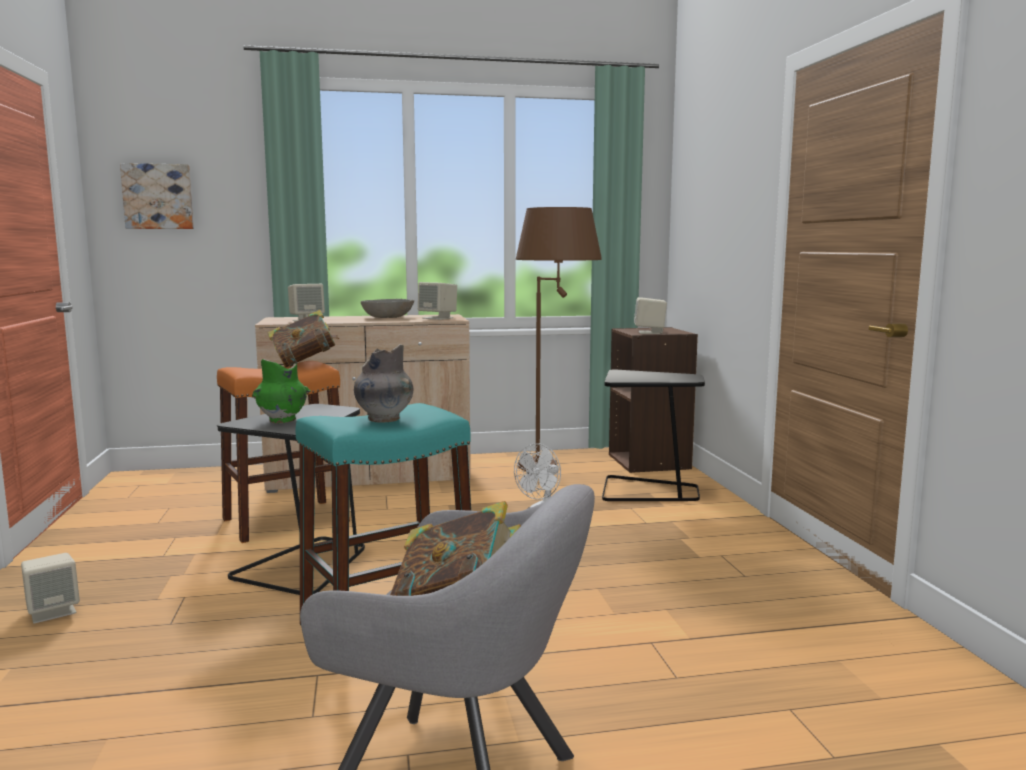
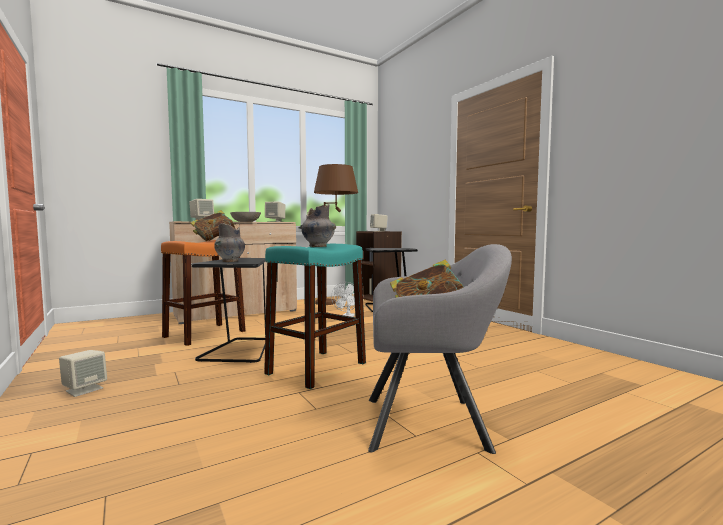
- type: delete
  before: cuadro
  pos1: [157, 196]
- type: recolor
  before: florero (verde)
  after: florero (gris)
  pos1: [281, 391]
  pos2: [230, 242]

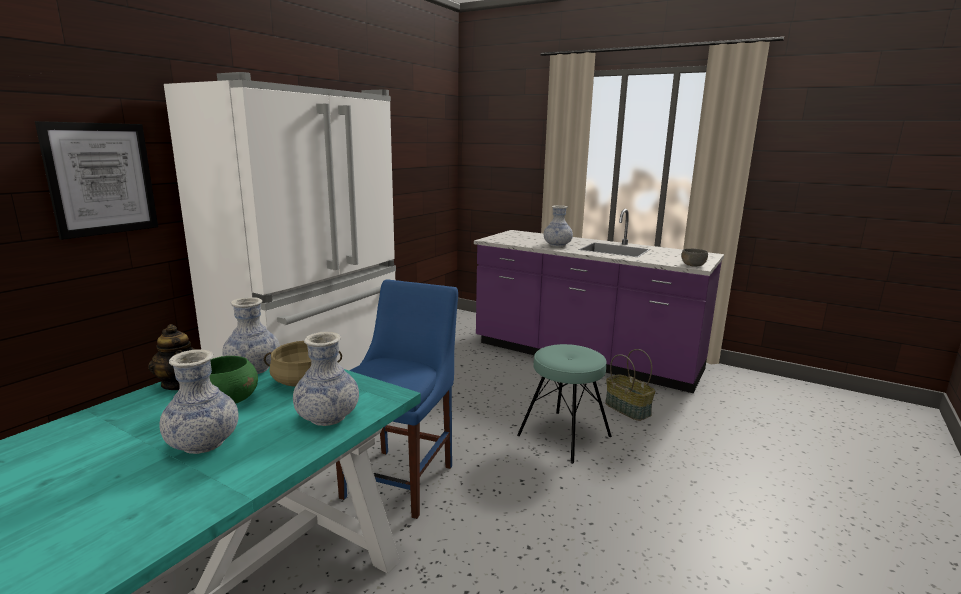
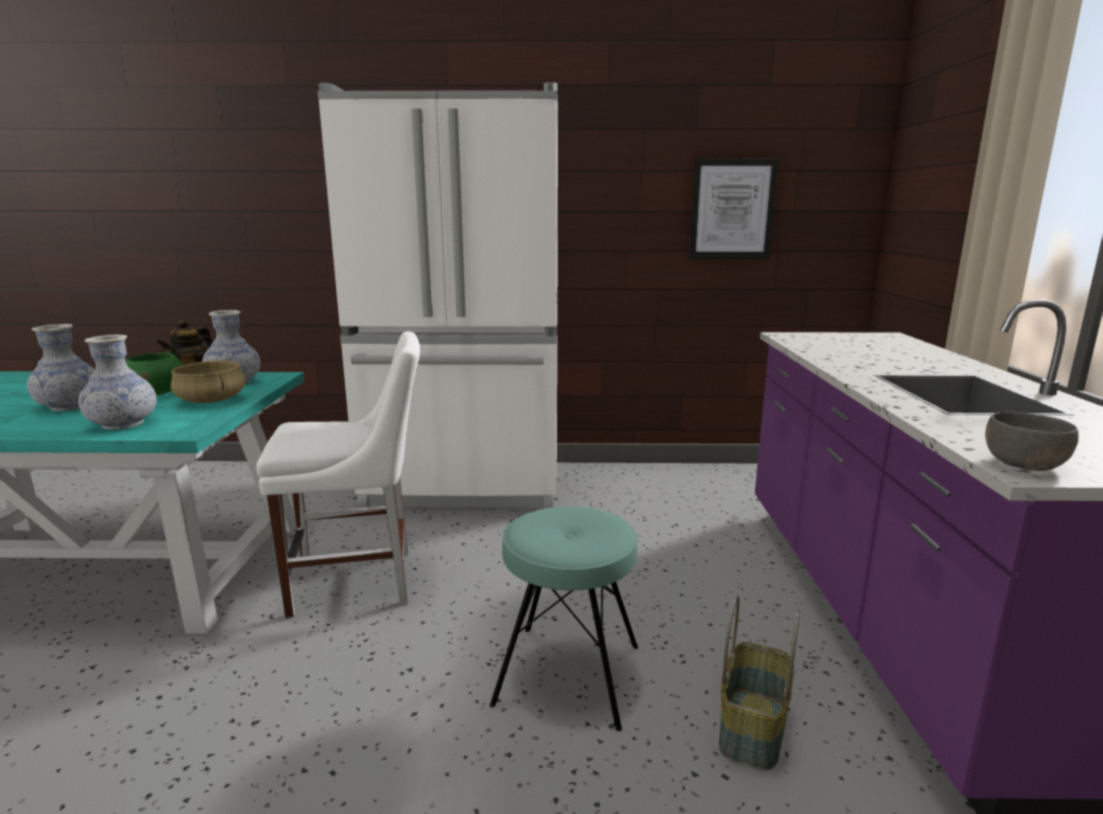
- type: move
  before: cuadro
  pos1: [96, 180]
  pos2: [734, 208]
- type: delete
  before: florero
  pos1: [558, 226]
- type: recolor
  before: silla (azul)
  after: silla (blanco)
  pos1: [397, 399]
  pos2: [338, 474]

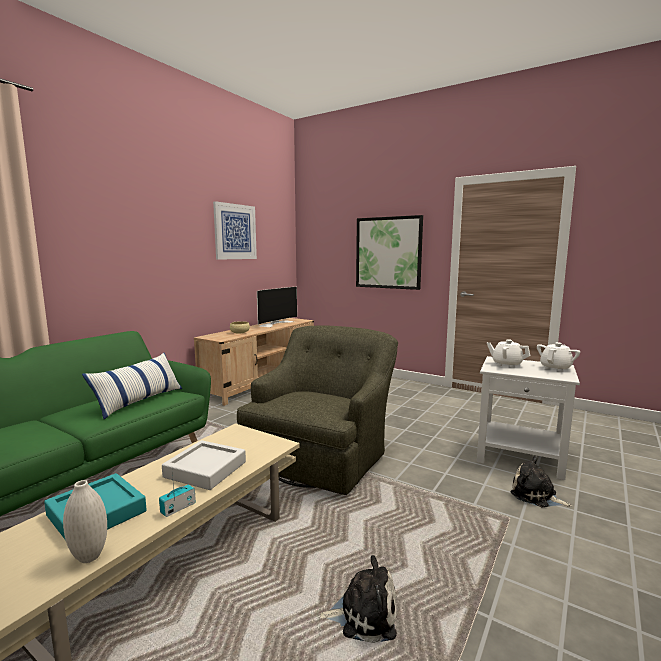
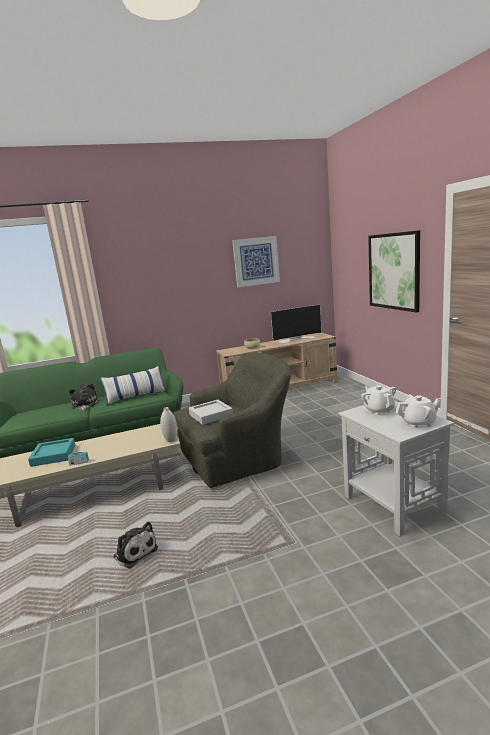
- type: move
  before: bandeja (gris)
  pos1: [204, 465]
  pos2: [211, 412]
- type: move
  before: peluche
  pos1: [541, 481]
  pos2: [83, 397]
- type: move
  before: florero (blanco)
  pos1: [85, 521]
  pos2: [168, 424]

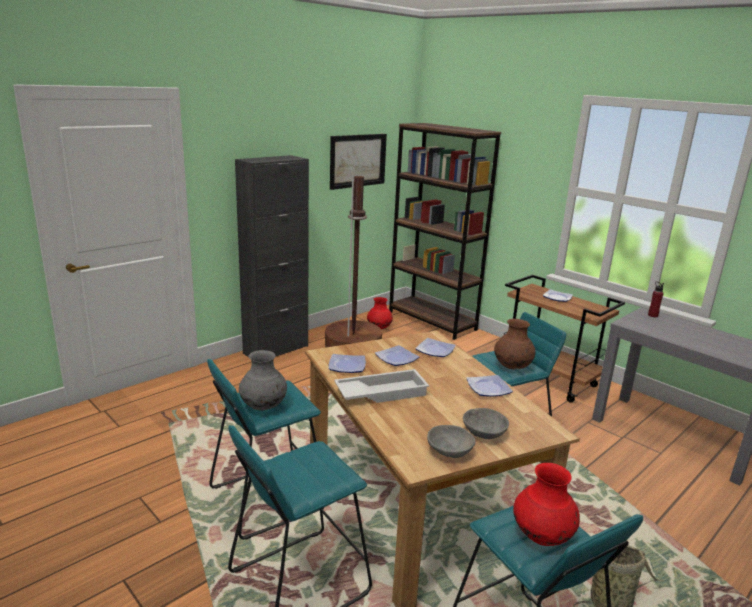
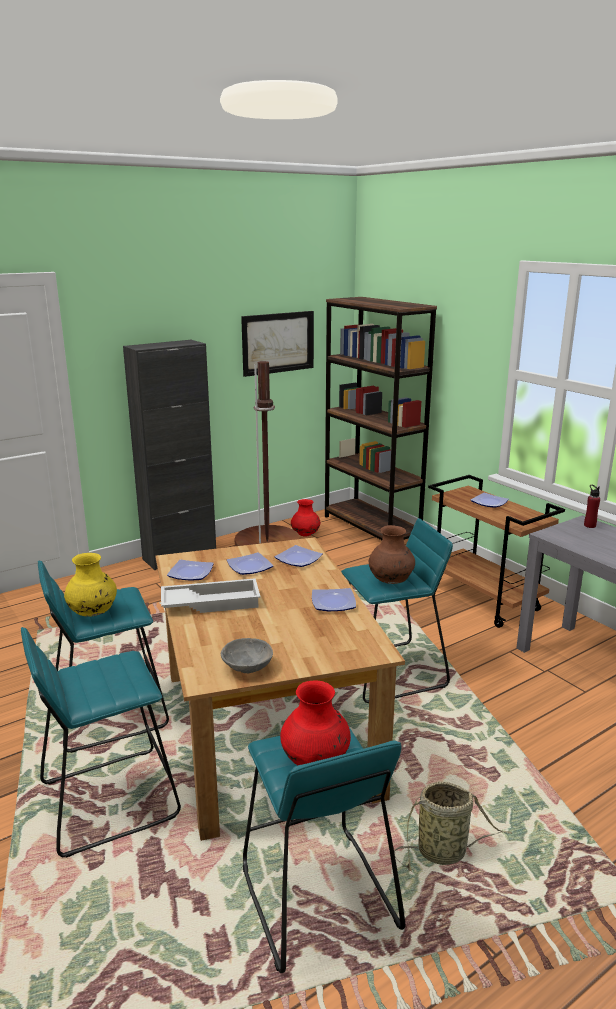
- type: recolor
  before: florero (gris)
  after: florero (amarillo)
  pos1: [263, 380]
  pos2: [90, 585]
- type: delete
  before: cuenco (gris)
  pos1: [486, 423]

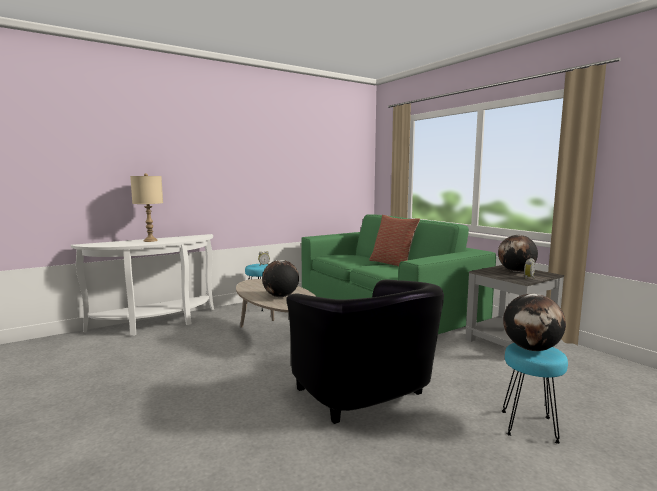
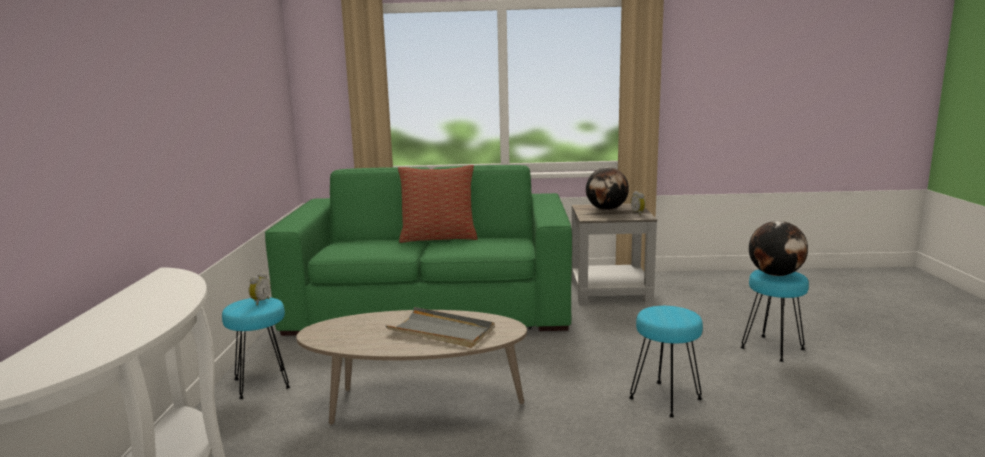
- type: delete
  before: lámpara de mesa (beis)
  pos1: [146, 207]
- type: replace
  before: globo terráqueo
  after: bandeja (gris)
  pos1: [280, 278]
  pos2: [440, 327]
- type: replace
  before: sillón (negro)
  after: taburete (turquesa)
  pos1: [365, 352]
  pos2: [666, 362]

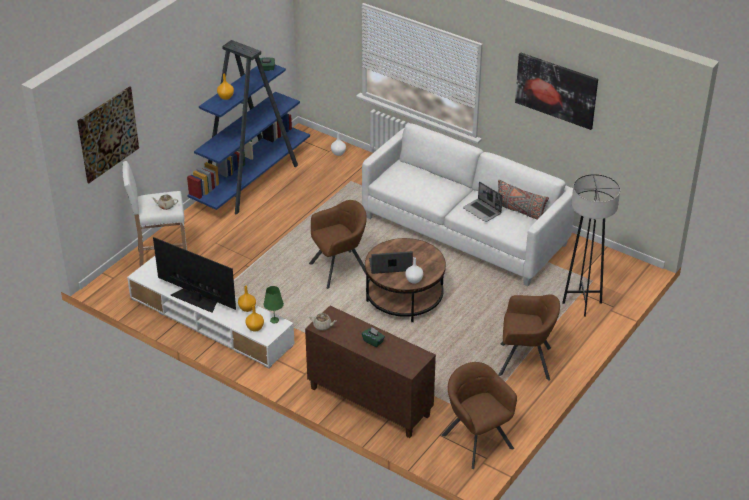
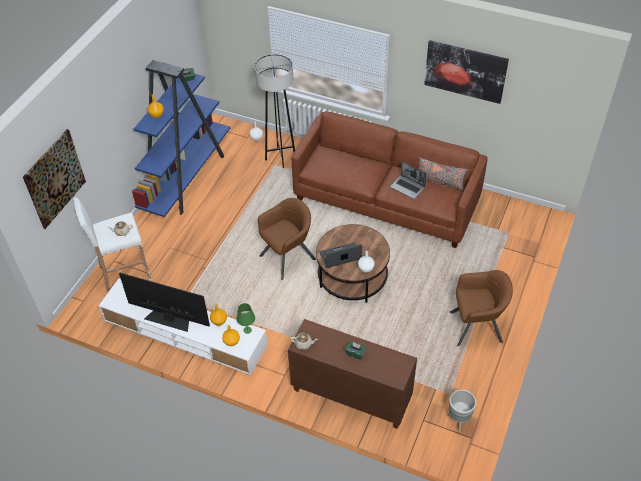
- type: recolor
  before: sofá (blanco)
  after: sofá (marrón)
  pos1: [468, 204]
  pos2: [390, 179]
- type: move
  before: lámpara de pie (gris)
  pos1: [591, 245]
  pos2: [275, 111]
- type: replace
  before: sillón (marrón)
  after: maceta (gris)
  pos1: [479, 415]
  pos2: [461, 411]

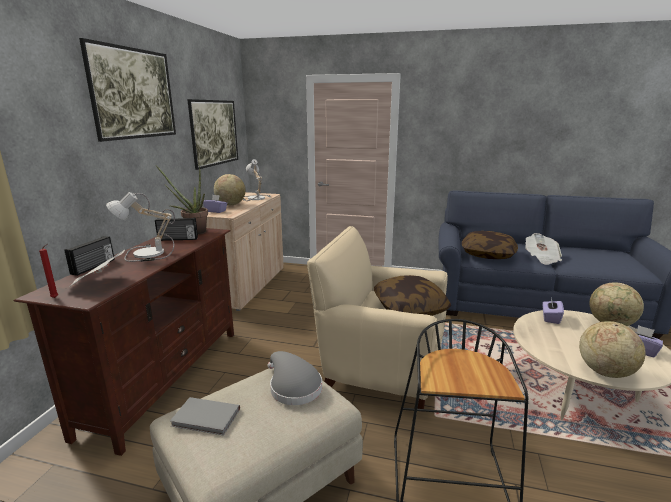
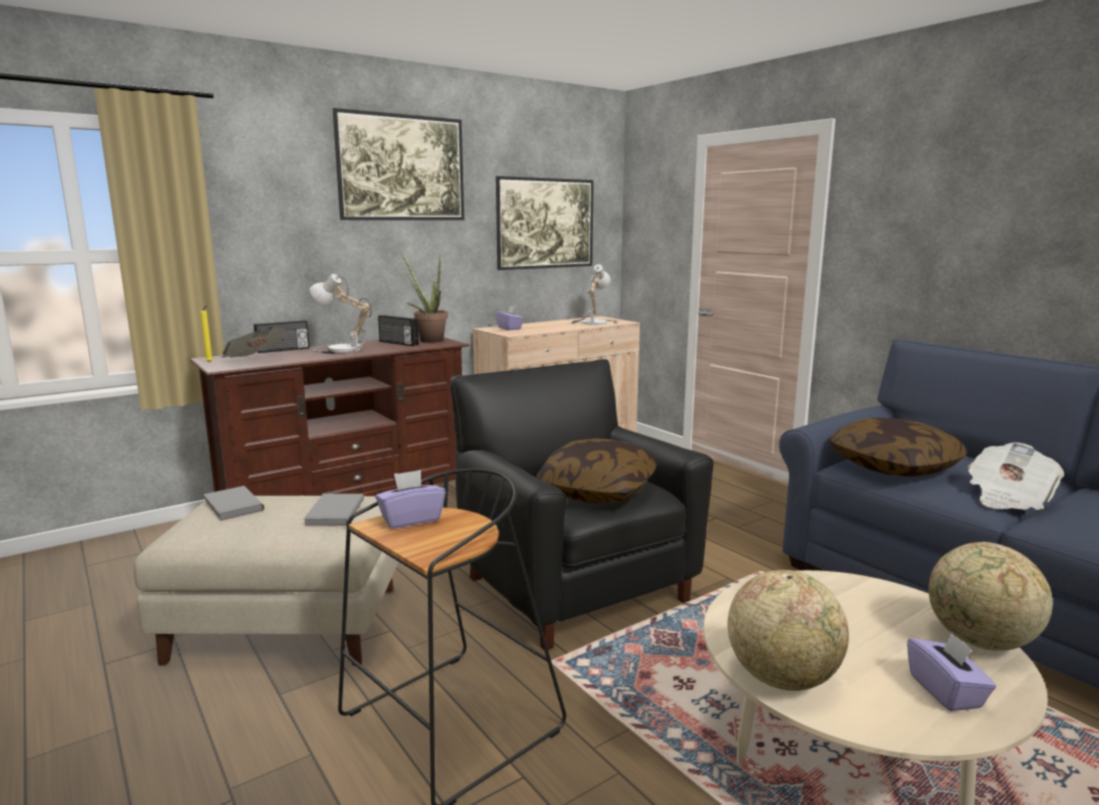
- type: delete
  before: globo terráqueo
  pos1: [230, 189]
- type: recolor
  before: sillón (beis)
  after: sillón (negro)
  pos1: [377, 317]
  pos2: [581, 504]
- type: recolor
  before: vela (rojo)
  after: vela (amarillo)
  pos1: [48, 271]
  pos2: [206, 334]
- type: move
  before: caja de pañuelos (morado)
  pos1: [553, 310]
  pos2: [410, 499]
- type: replace
  before: sombrero (gris)
  after: libro (gris)
  pos1: [294, 378]
  pos2: [334, 510]

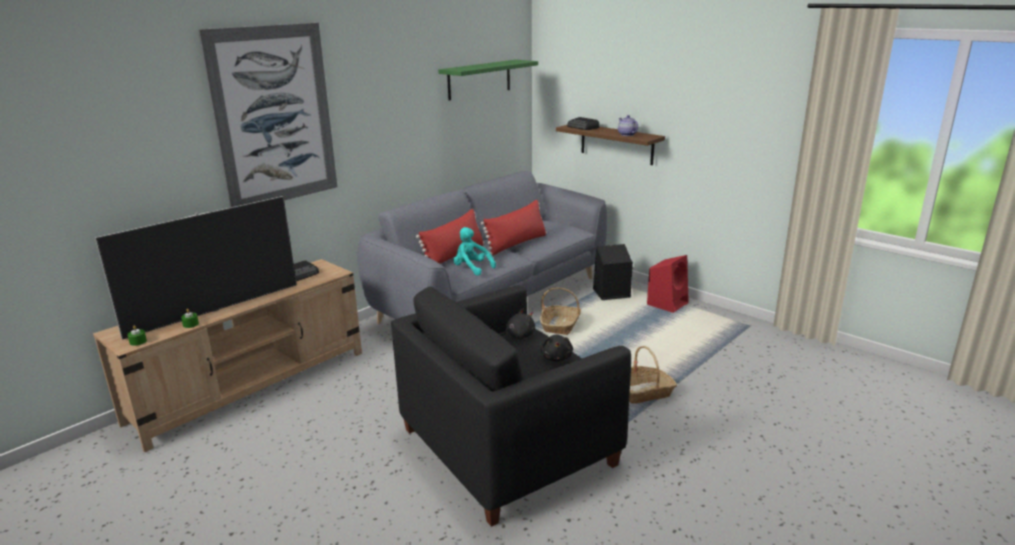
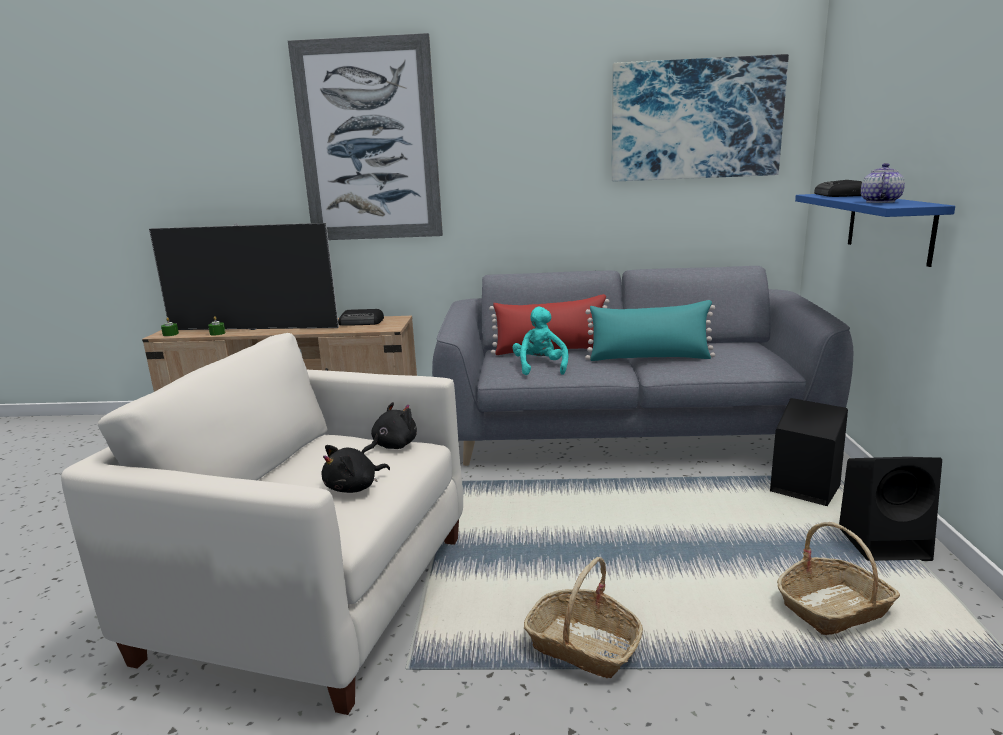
- type: replace
  before: estante (verde)
  after: cuadro
  pos1: [488, 80]
  pos2: [700, 118]
- type: recolor
  before: estante (marrón)
  after: estante (azul)
  pos1: [610, 145]
  pos2: [875, 230]
- type: recolor
  before: cojín (rojo)
  after: cojín (turquesa)
  pos1: [514, 227]
  pos2: [650, 330]
- type: recolor
  before: altavoz (rojo)
  after: altavoz (negro)
  pos1: [668, 284]
  pos2: [890, 509]
- type: recolor
  before: sillón (negro)
  after: sillón (blanco)
  pos1: [511, 406]
  pos2: [262, 524]
- type: move
  before: cesta
  pos1: [560, 311]
  pos2: [838, 578]
- type: rotate
  before: peluche (negro)
  pos1: [517, 323]
  pos2: [389, 427]
  turn: -75

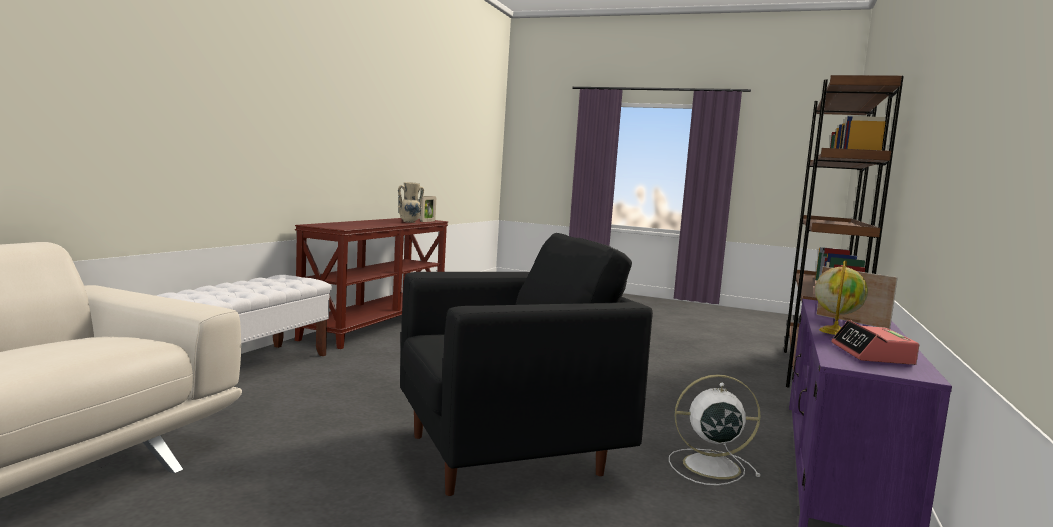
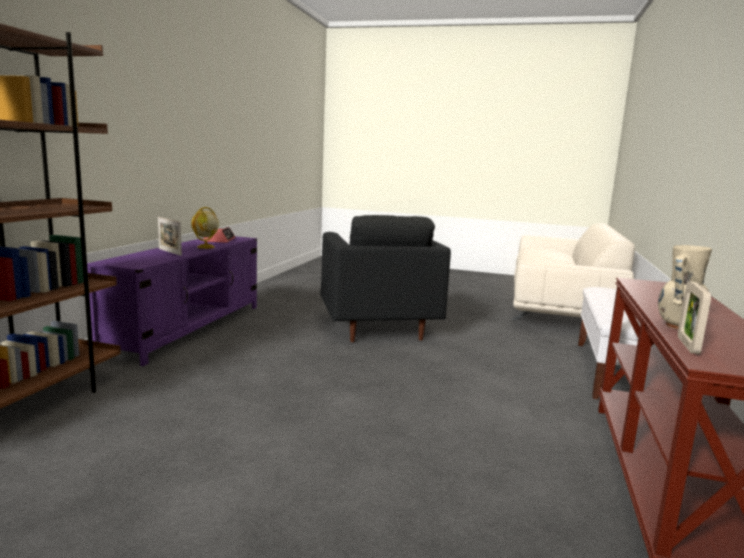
- type: rotate
  before: sillón (negro)
  pos1: [526, 364]
  pos2: [385, 278]
  turn: -75
- type: delete
  before: ventilador (blanco)
  pos1: [715, 429]

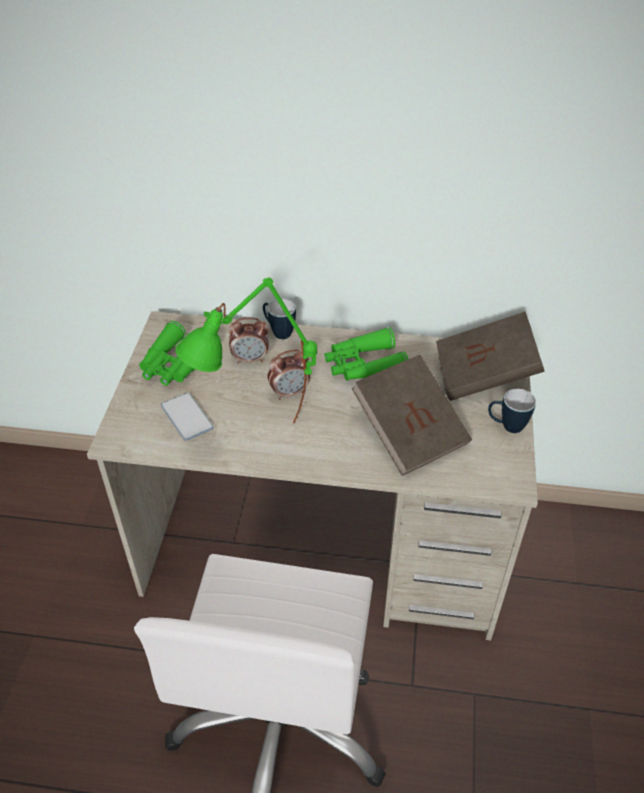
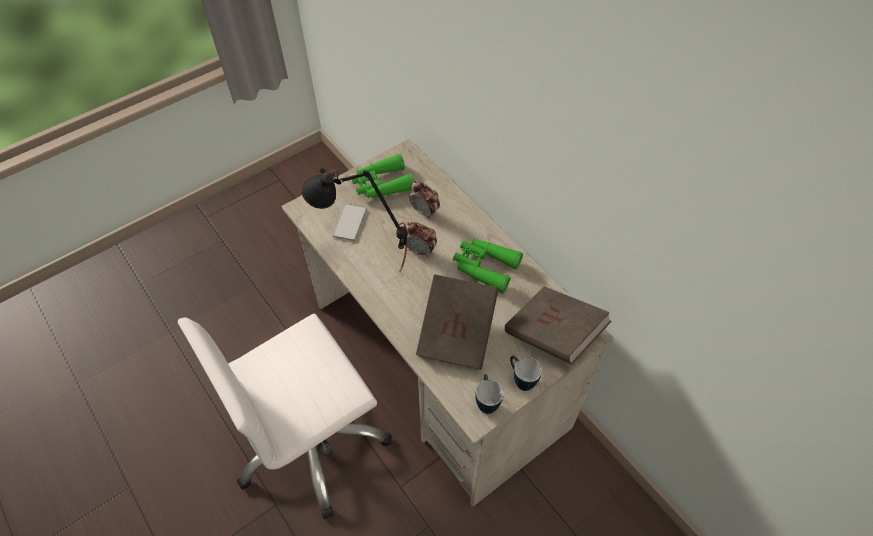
- type: recolor
  before: lámpara de mesa (verde)
  after: lámpara de mesa (negro)
  pos1: [246, 350]
  pos2: [354, 220]
- type: move
  before: taza grande
  pos1: [279, 319]
  pos2: [489, 394]

